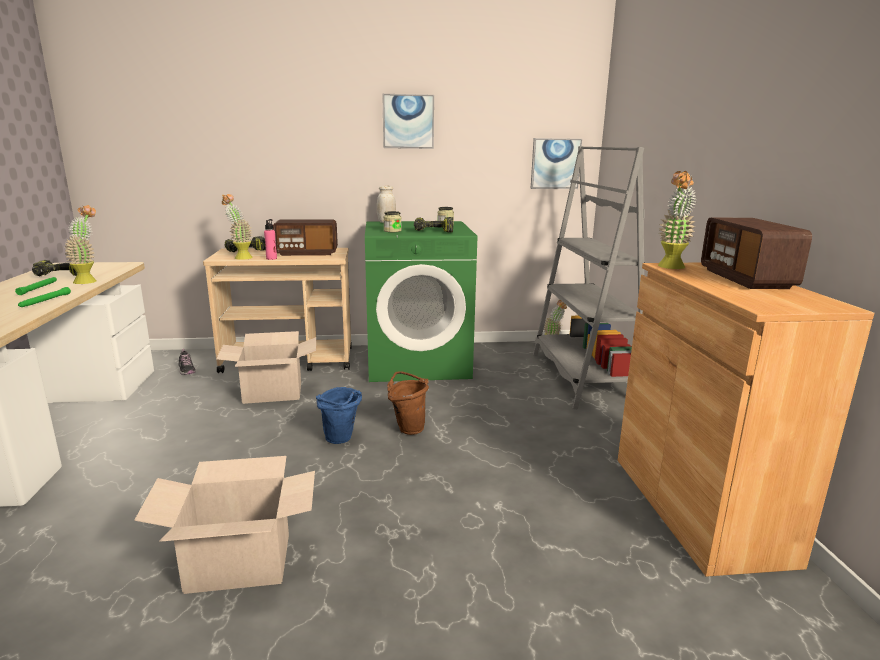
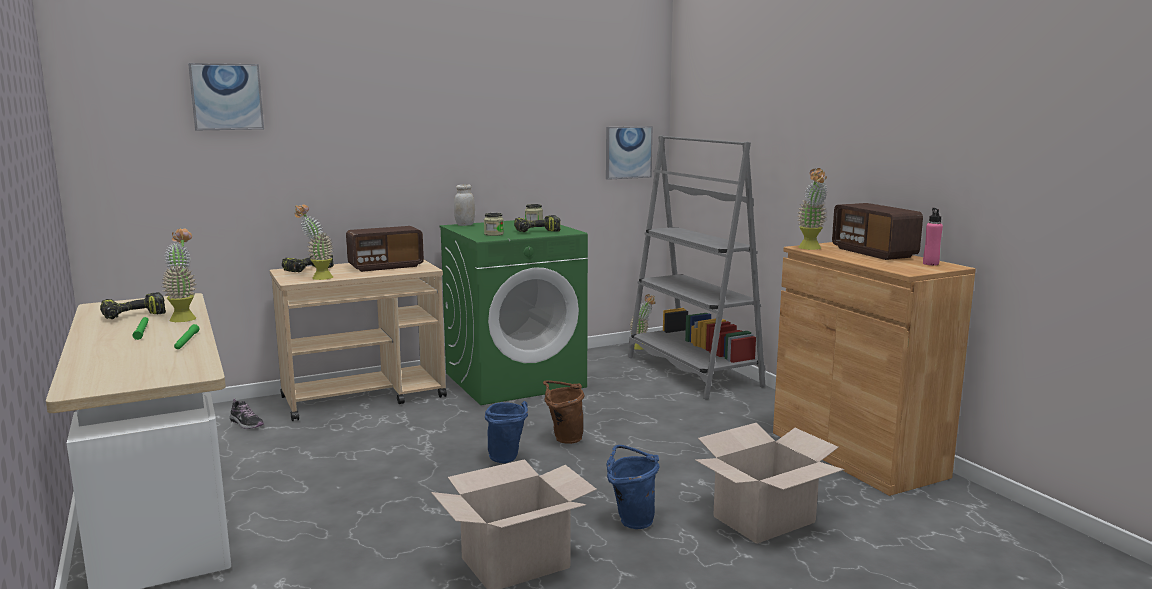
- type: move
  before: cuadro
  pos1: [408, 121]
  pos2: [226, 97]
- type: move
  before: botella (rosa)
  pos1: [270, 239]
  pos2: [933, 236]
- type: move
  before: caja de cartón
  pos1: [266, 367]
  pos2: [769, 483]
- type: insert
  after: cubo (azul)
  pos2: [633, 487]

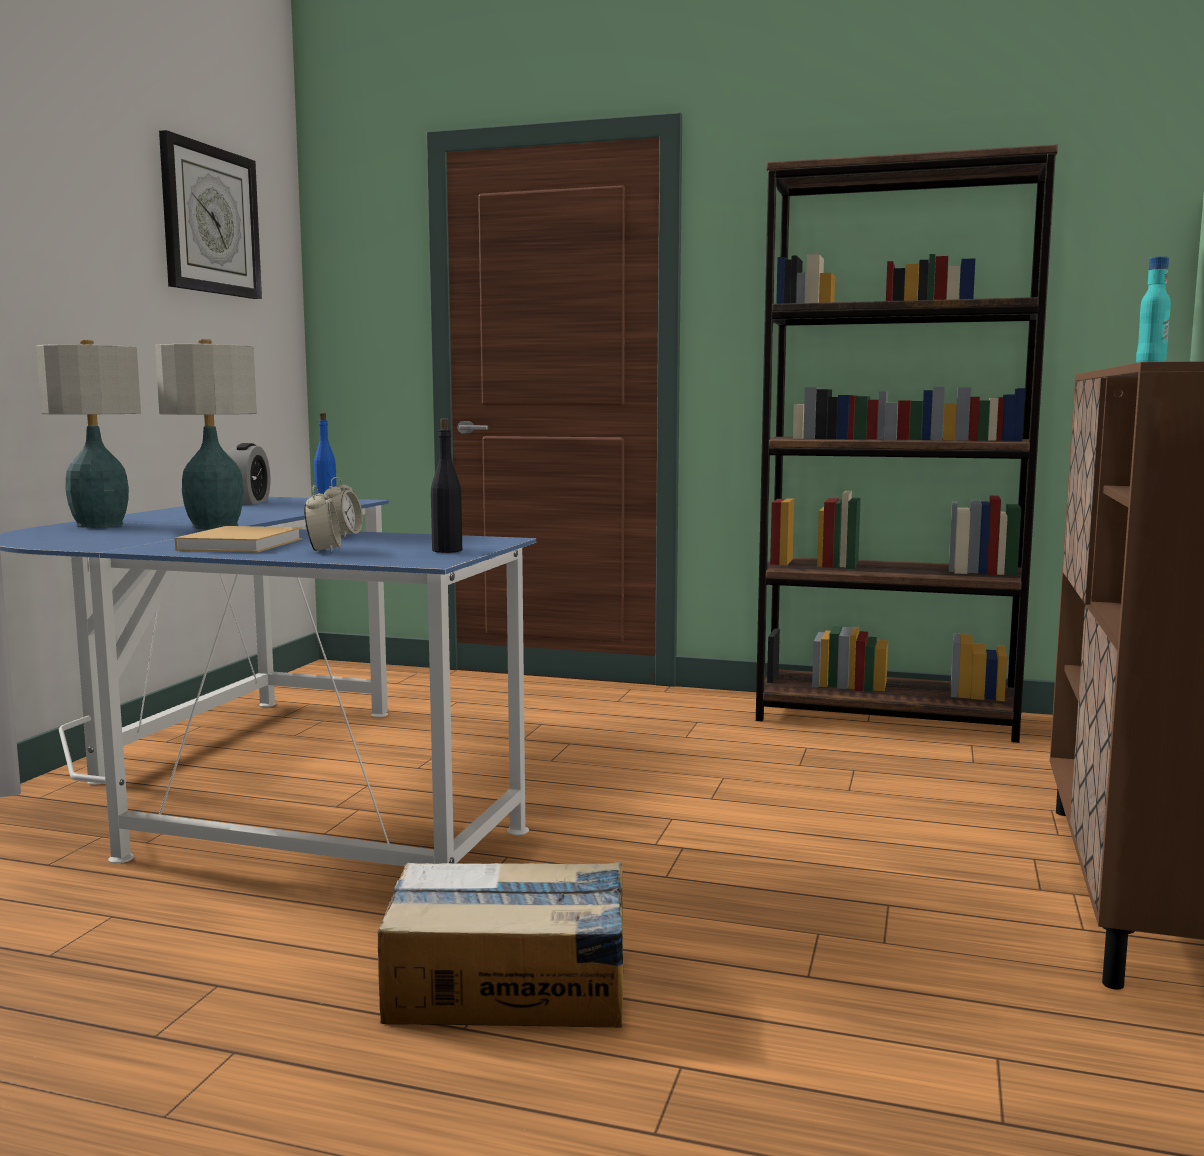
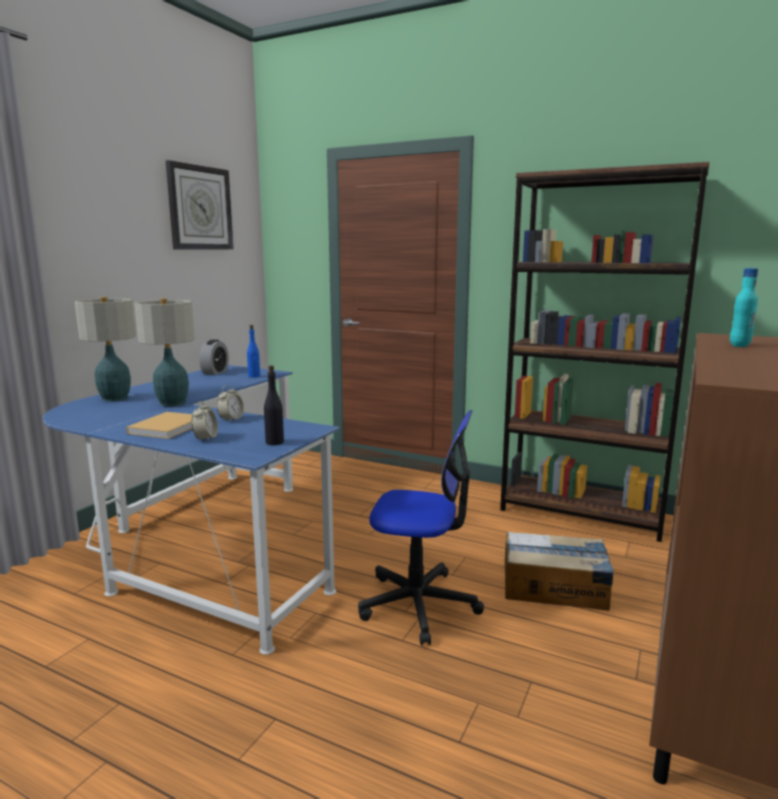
- type: move
  before: caja de cartón
  pos1: [500, 944]
  pos2: [559, 571]
- type: insert
  after: silla de oficina
  pos2: [421, 527]

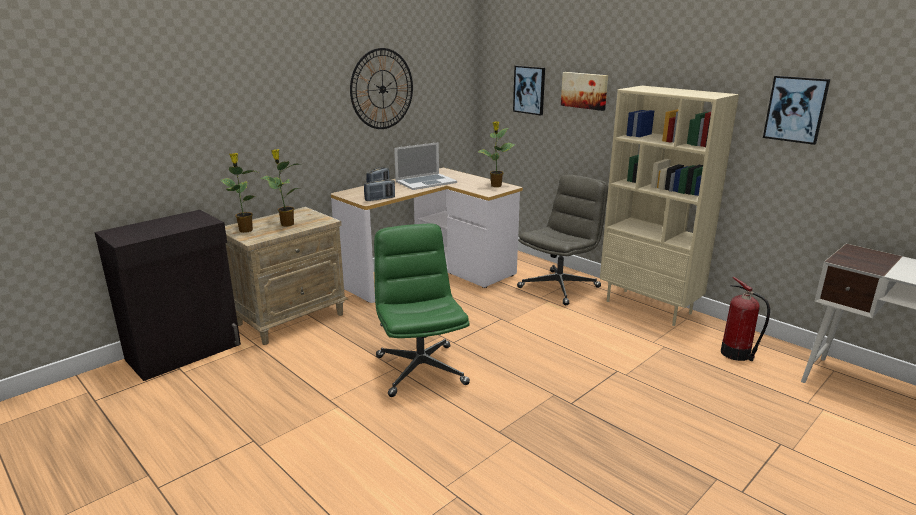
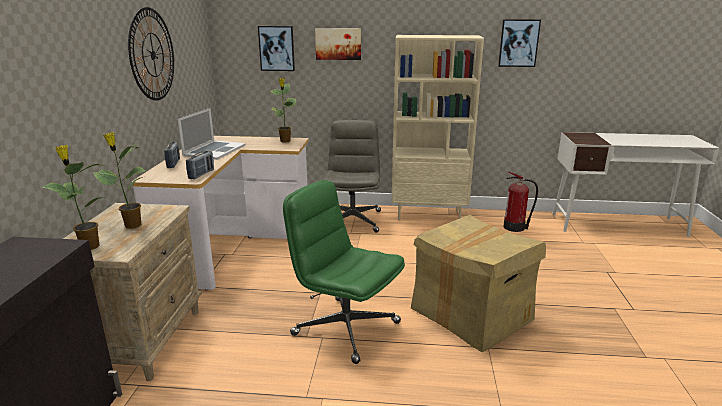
- type: insert
  after: caja de cartón
  pos2: [478, 283]

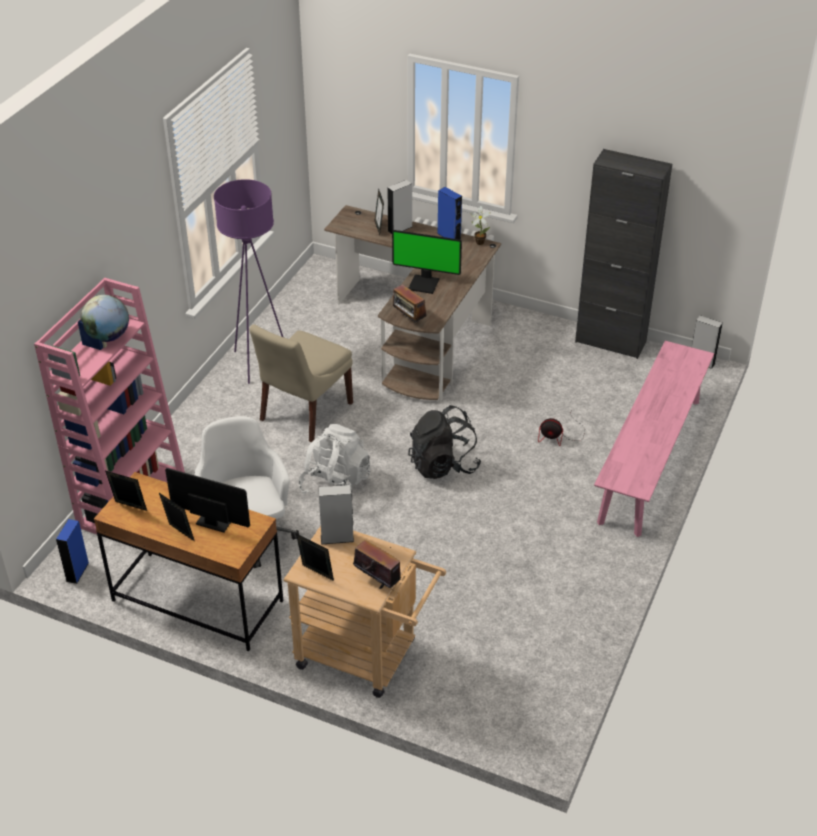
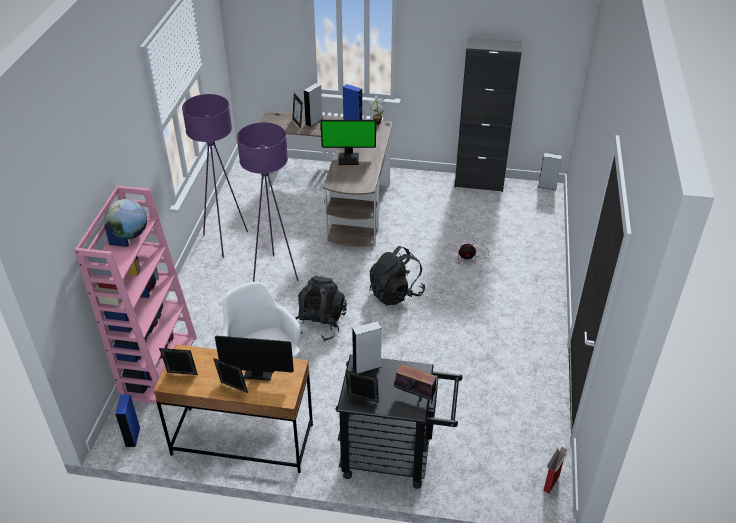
- type: delete
  before: radio
  pos1: [410, 303]
- type: replace
  before: silla (beis)
  after: lámpara de pie (morado)
  pos1: [301, 383]
  pos2: [268, 202]
- type: delete
  before: banco (rosa)
  pos1: [654, 439]
- type: recolor
  before: mochila (blanco)
  after: mochila (negro)
  pos1: [334, 460]
  pos2: [321, 308]
- type: recolor
  before: carrito (beis)
  after: carrito (negro)
  pos1: [365, 612]
  pos2: [399, 422]
- type: insert
  after: caja de cartón
  pos2: [555, 470]

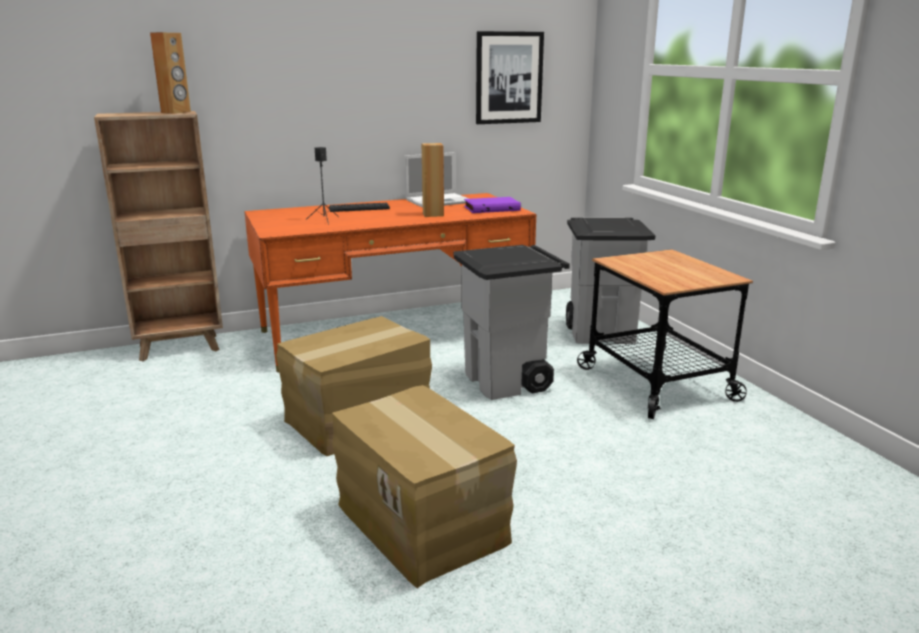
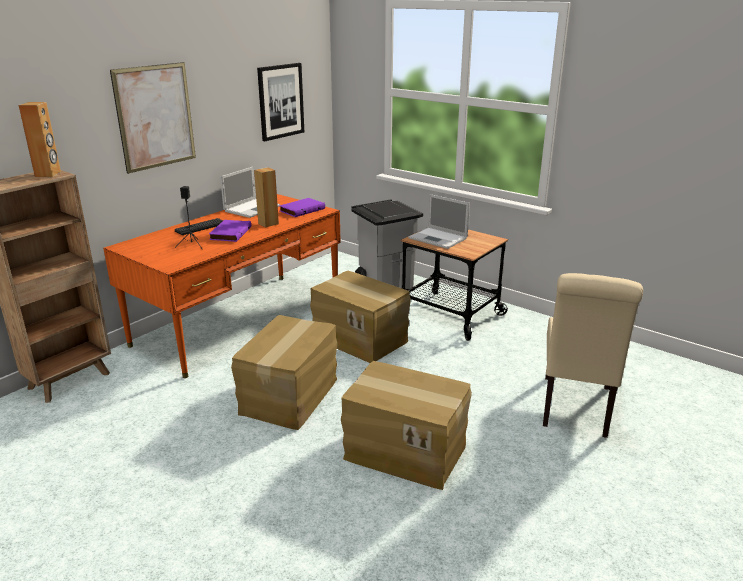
- type: replace
  before: papelera (gris)
  after: caja de cartón
  pos1: [511, 322]
  pos2: [360, 317]
- type: insert
  after: cuadro
  pos2: [153, 118]
- type: insert
  after: portátil
  pos2: [439, 221]
- type: insert
  after: libro (morado)
  pos2: [230, 231]
- type: insert
  after: silla (beis)
  pos2: [593, 355]

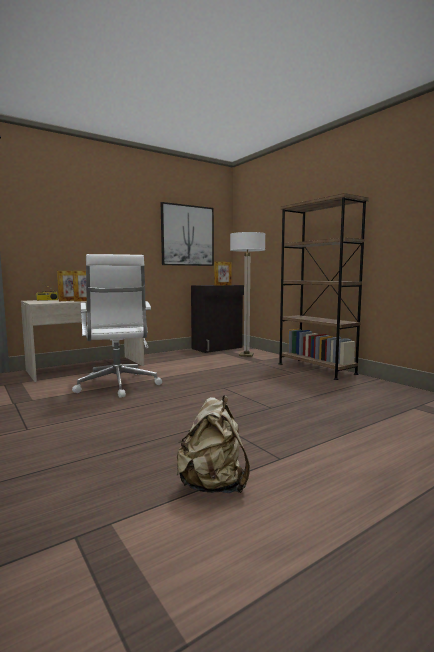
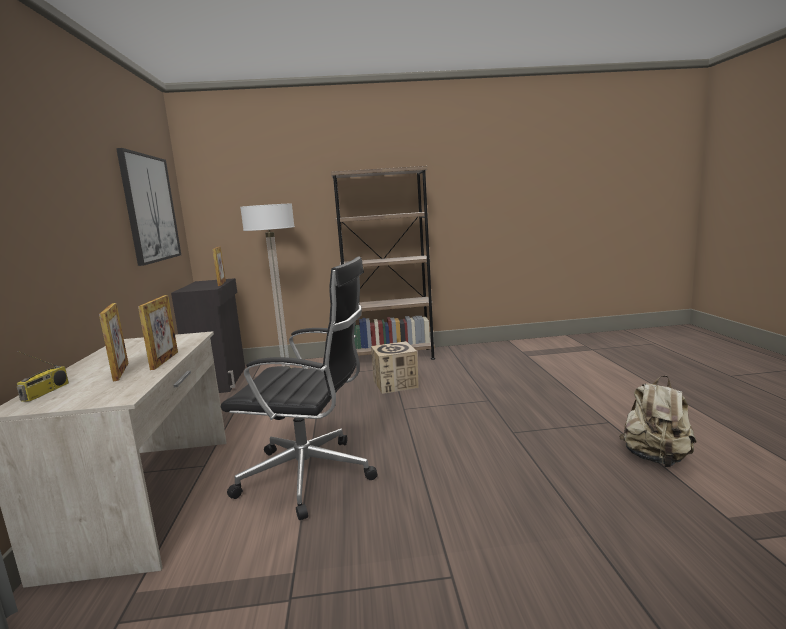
- type: recolor
  before: silla de oficina (blanco)
  after: silla de oficina (negro)
  pos1: [117, 326]
  pos2: [299, 388]
- type: insert
  after: caja de cartón
  pos2: [395, 367]

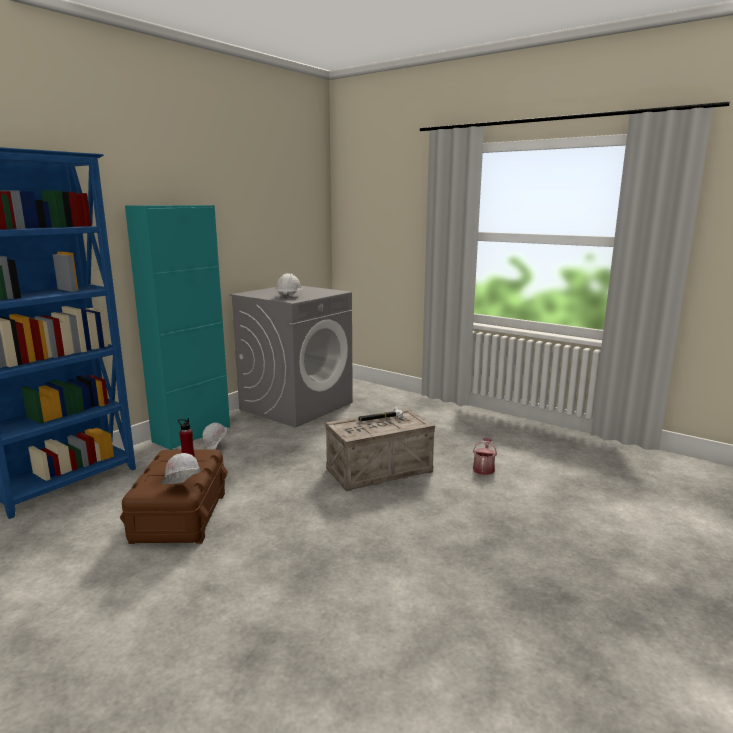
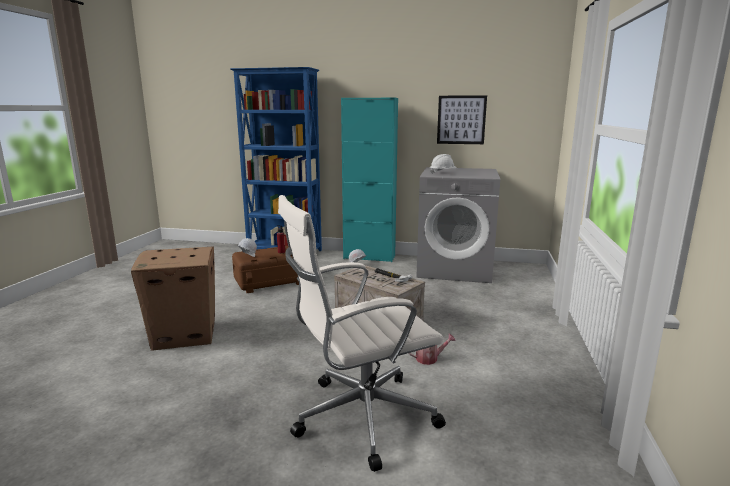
- type: insert
  after: cuadro
  pos2: [462, 119]
- type: insert
  after: silla de oficina (blanco)
  pos2: [362, 333]
- type: insert
  after: caja de cartón
  pos2: [173, 299]

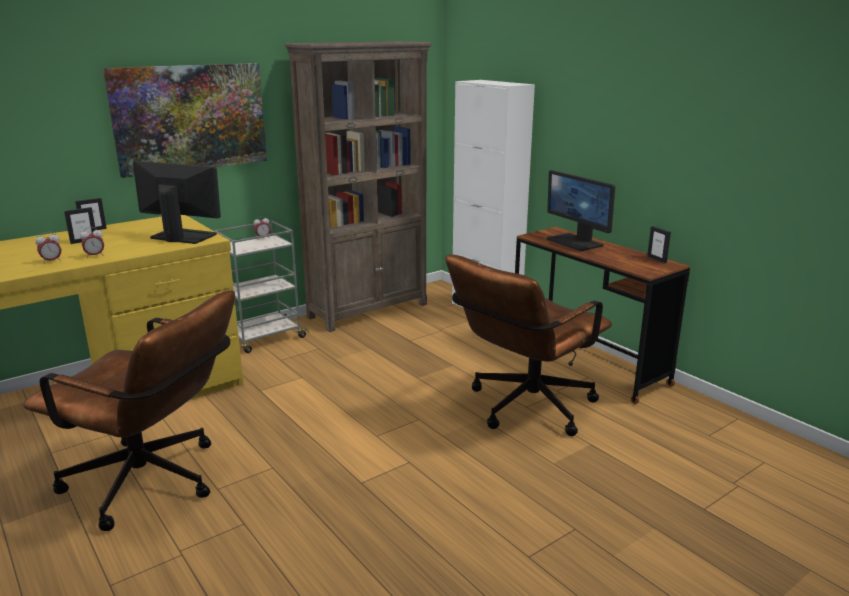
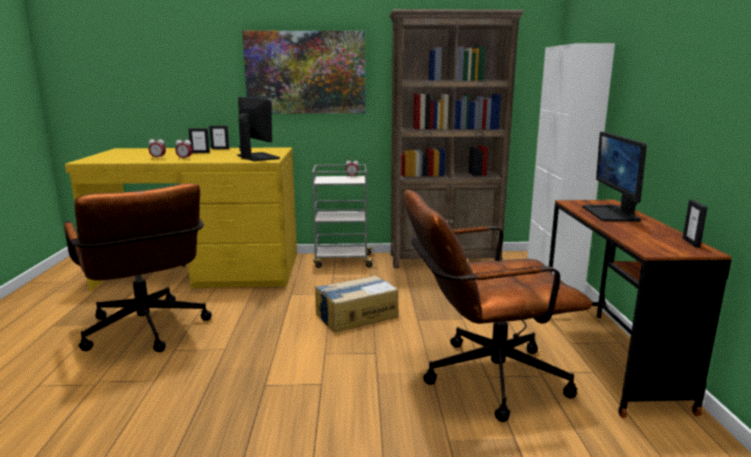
- type: insert
  after: caja de cartón
  pos2: [356, 303]

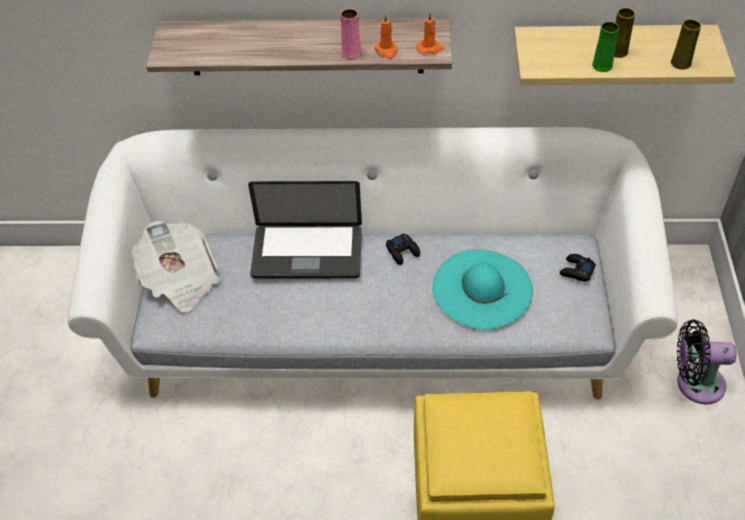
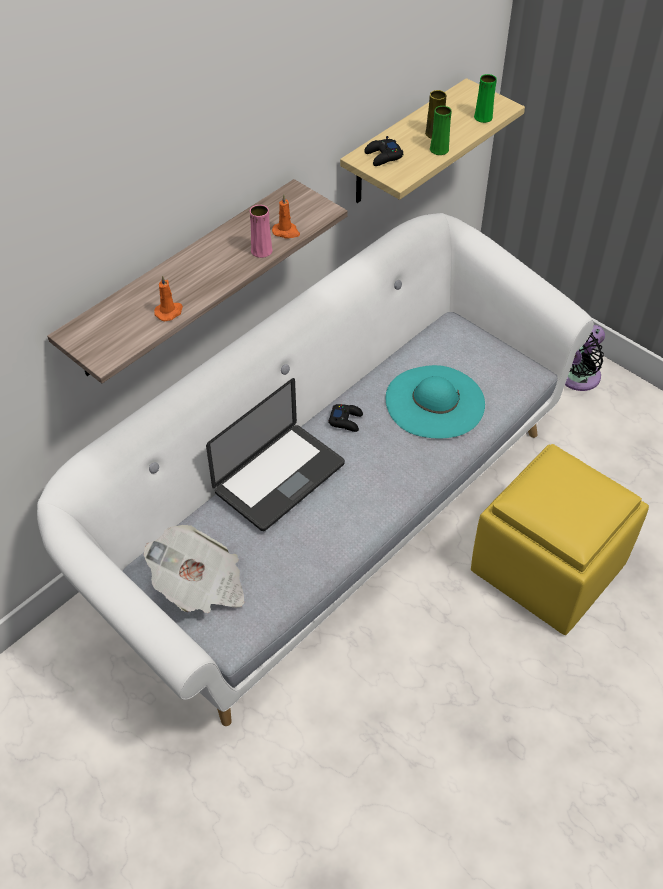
- type: move
  before: vela (naranja)
  pos1: [430, 33]
  pos2: [168, 298]
- type: recolor
  before: florero (amarillo)
  after: florero (verde)
  pos1: [686, 44]
  pos2: [485, 98]
- type: move
  before: mando de consola (negro)
  pos1: [578, 268]
  pos2: [384, 151]

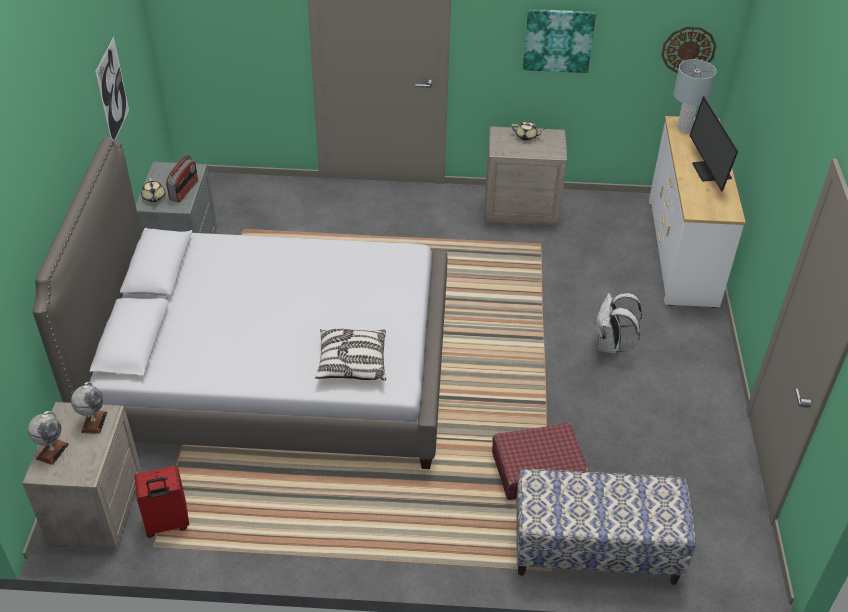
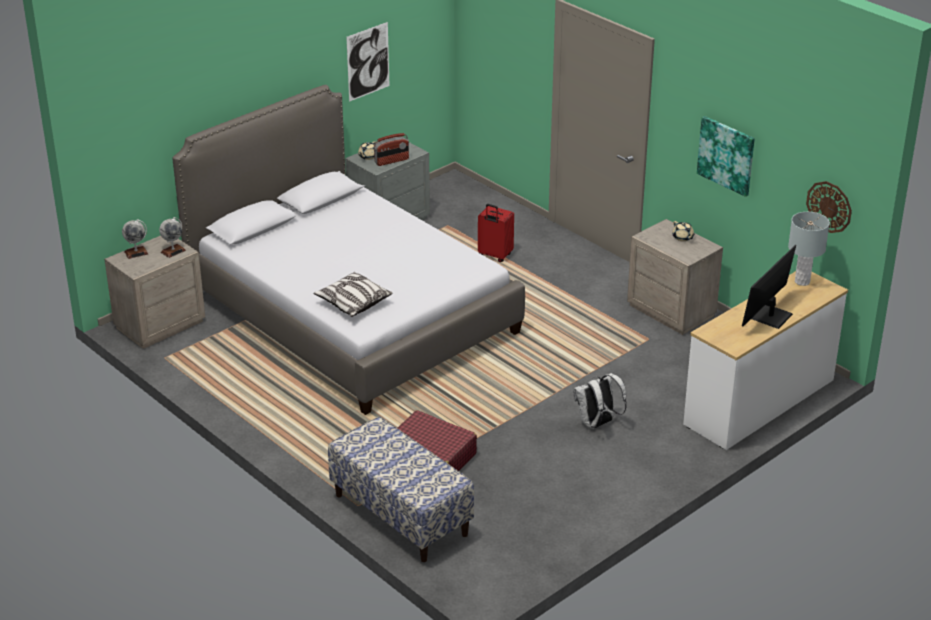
- type: move
  before: maleta (rojo)
  pos1: [161, 502]
  pos2: [496, 233]

